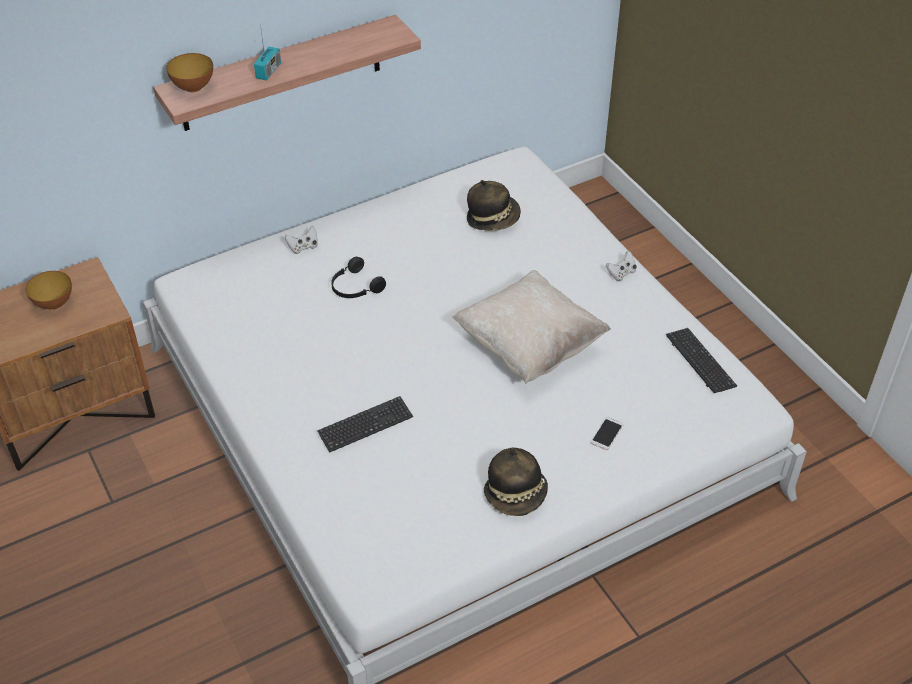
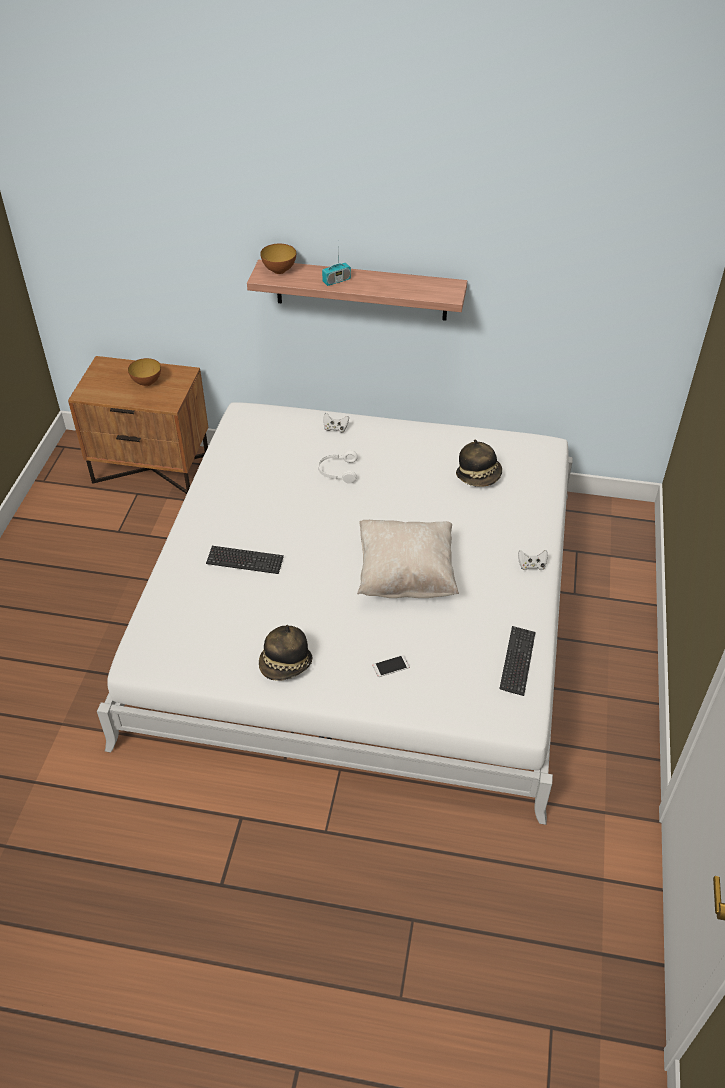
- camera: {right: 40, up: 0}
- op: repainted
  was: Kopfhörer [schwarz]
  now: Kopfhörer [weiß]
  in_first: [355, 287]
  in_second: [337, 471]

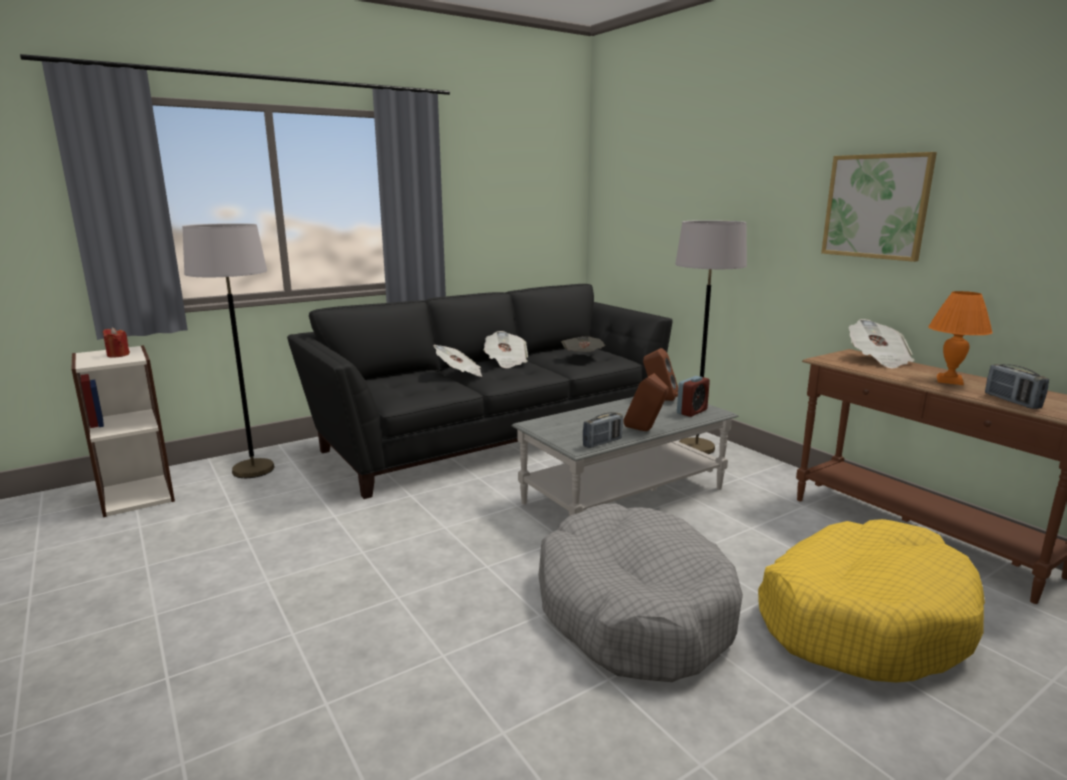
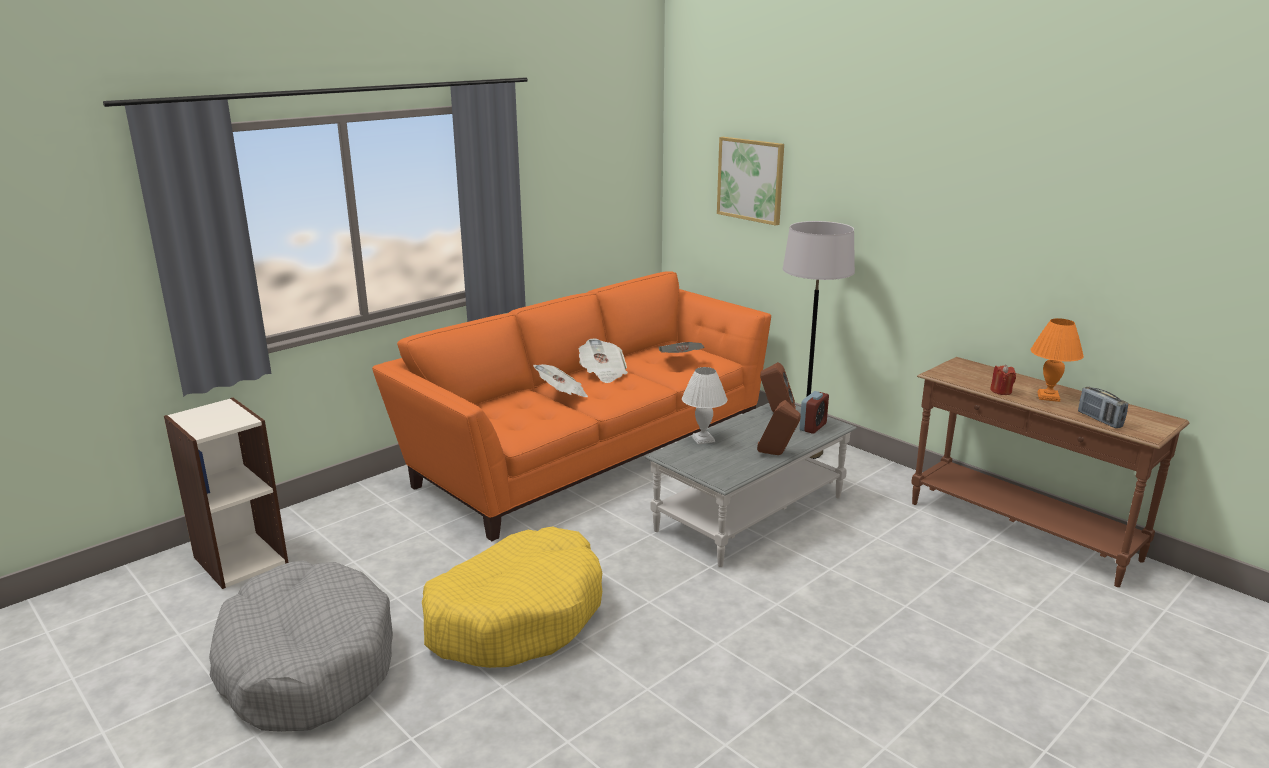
- camera: {right: -10, up: 5}
- op: shifted
  was: Hundebett [grau]
  in_first: [633, 610]
  in_second: [306, 664]
- op: repainted
  was: Sofa [schwarz]
  now: Sofa [orange]
  in_first: [493, 434]
  in_second: [589, 450]
- op: shifted
  was: Hundebett [gelb]
  in_first: [862, 618]
  in_second: [516, 616]
- op: new
  now: Tischlampe [weiß]
  in_second: [703, 439]
- op: shifted
  was: Bild
  in_first: [876, 206]
  in_second: [751, 180]
- op: shifted
  was: Kerze [rot]
  in_first: [118, 355]
  in_second: [1001, 391]
- op: gone
  was: Stehlampe [grau]
  in_first: [253, 470]
- op: gone
  was: Radio
  in_first: [602, 443]
- op: gone
  was: Zeitung
  in_first: [878, 360]

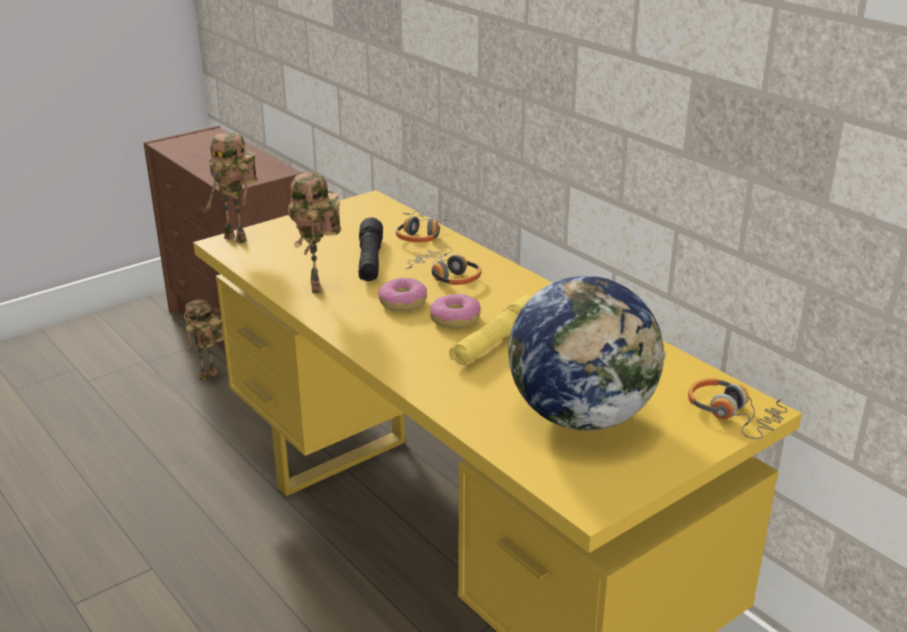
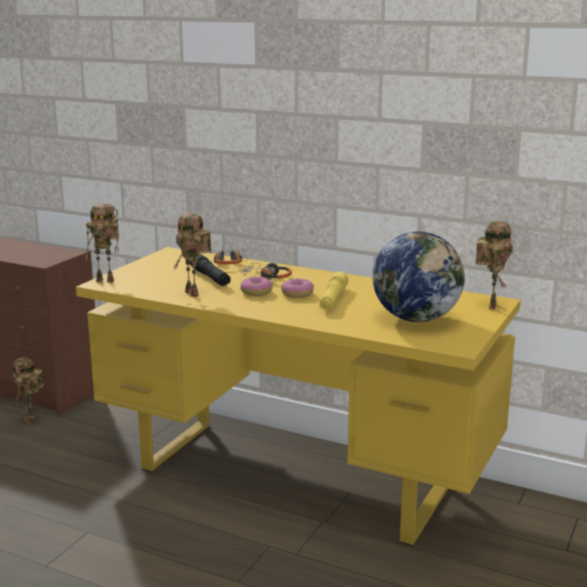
- camera: {right: -25, up: -10}
- op: swapped
  was: Kopfhörer
  now: Spielzeugroboter
  in_first: [733, 415]
  in_second: [490, 305]

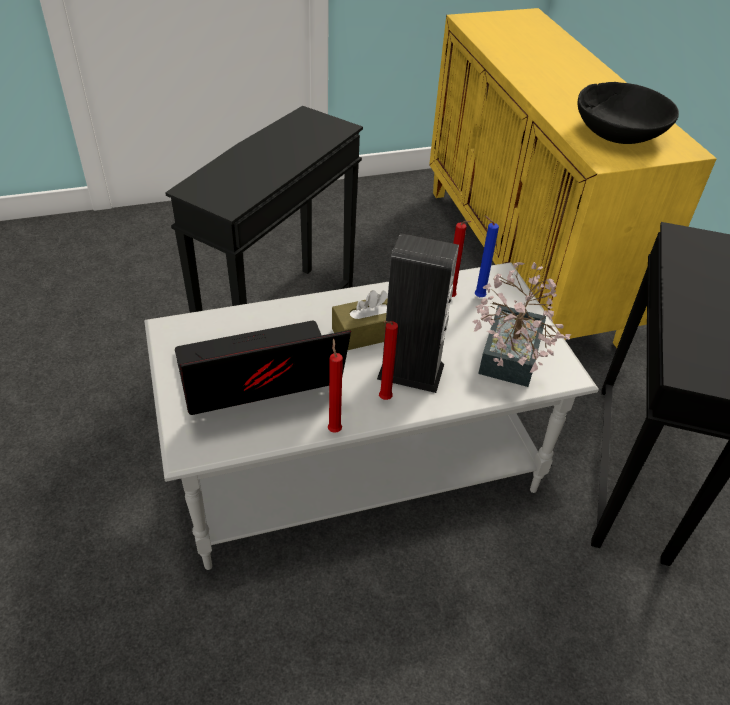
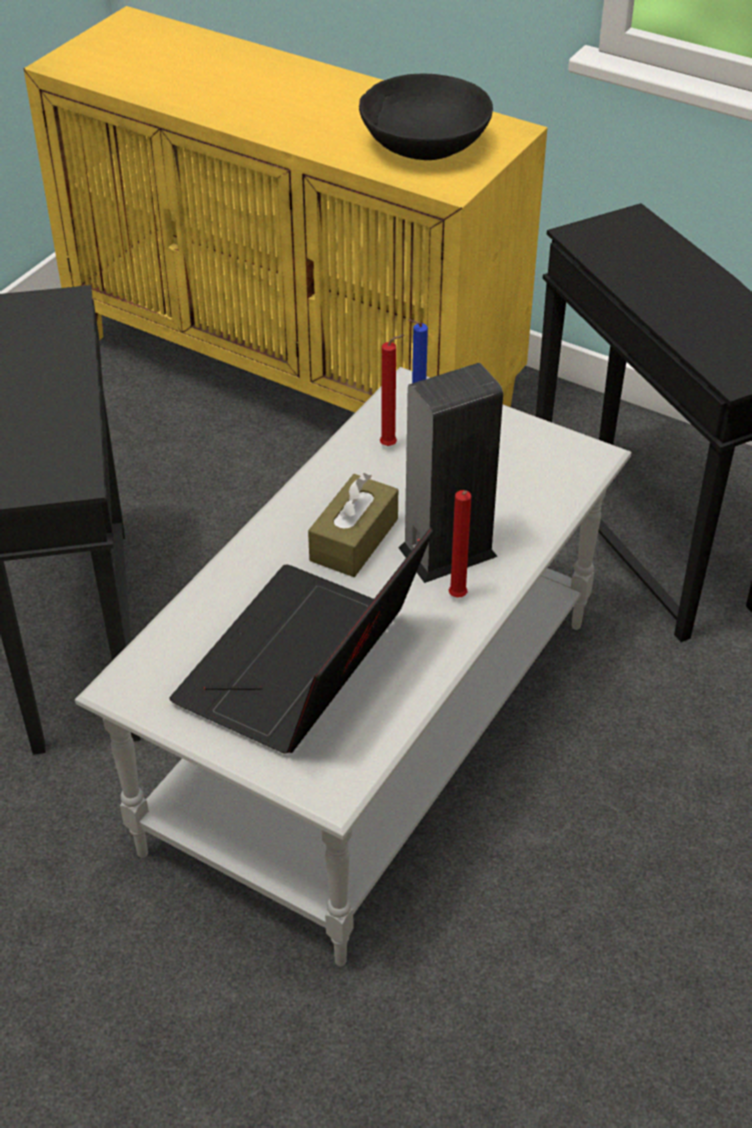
- camera: {right: -40, up: 0}
- op: gone
  was: Kerze [rot]
  in_first: [334, 429]
- op: gone
  was: Topfpflanze
  in_first: [507, 361]

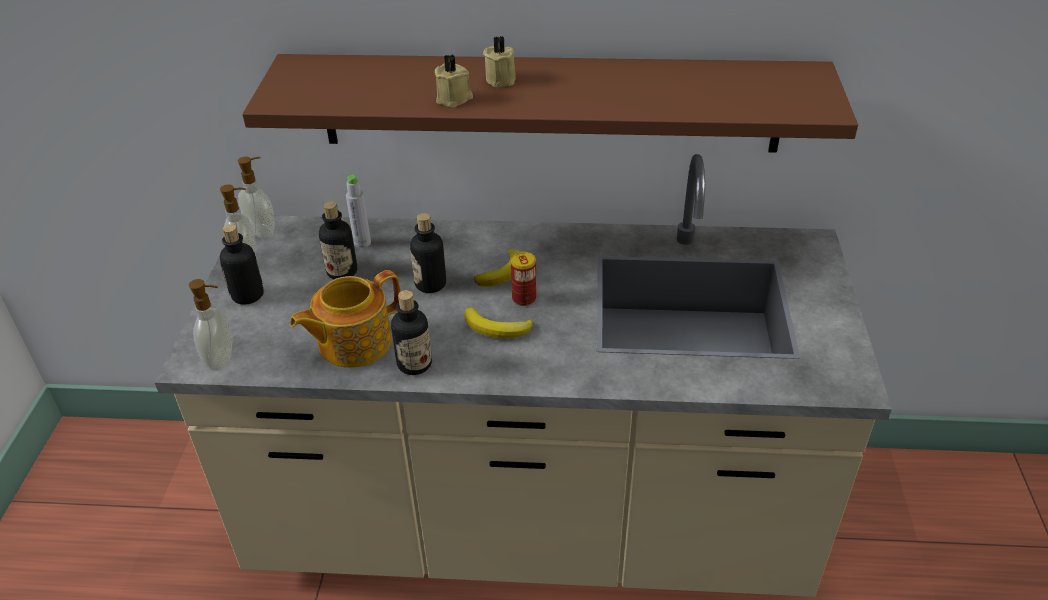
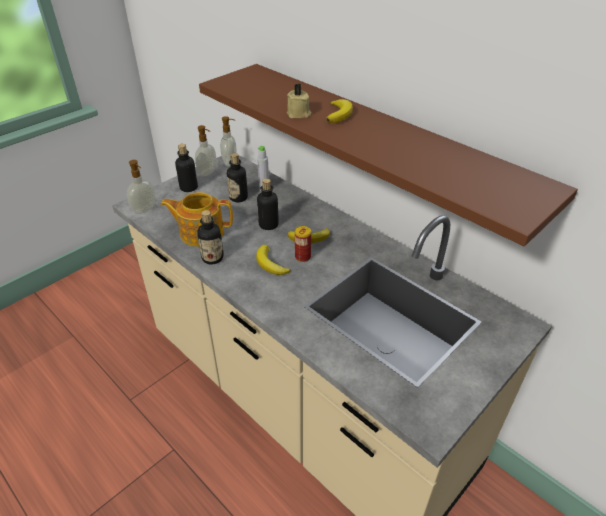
- camera: {right: 40, up: 0}
- op: swapped
  was: Kerze [beige]
  now: Banane
  in_first: [502, 79]
  in_second: [339, 114]

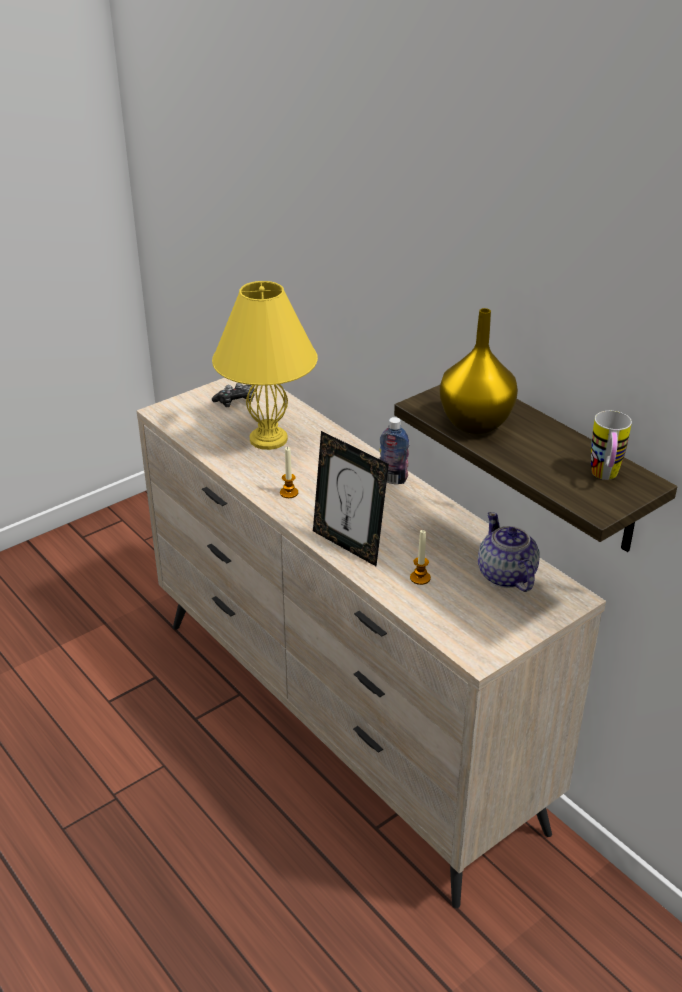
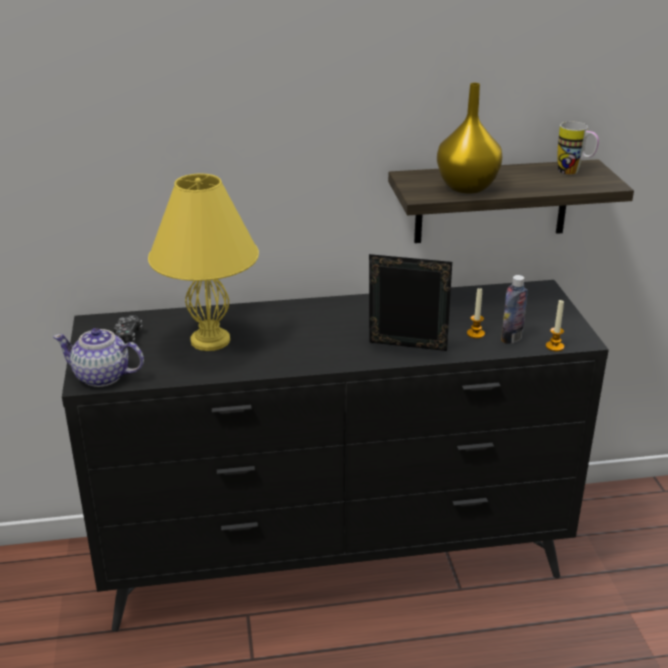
- camera: {right: -60, up: -5}
- op: shifted
  was: Teekanne
  in_first: [506, 576]
  in_second: [102, 377]
- op: repainted
  was: Kommode [beige]
  now: Kommode [schwarz]
  in_first: [342, 722]
  in_second: [336, 562]
- op: rotated
  was: Bilderrahmen
  in_first: [348, 545]
  in_second: [407, 350]
  clockwise: -150
- op: shifted
  was: Flasche
  in_first: [393, 479]
  in_second: [511, 338]
- op: shifted
  was: Kerze
  in_first: [289, 493]
  in_second: [554, 346]

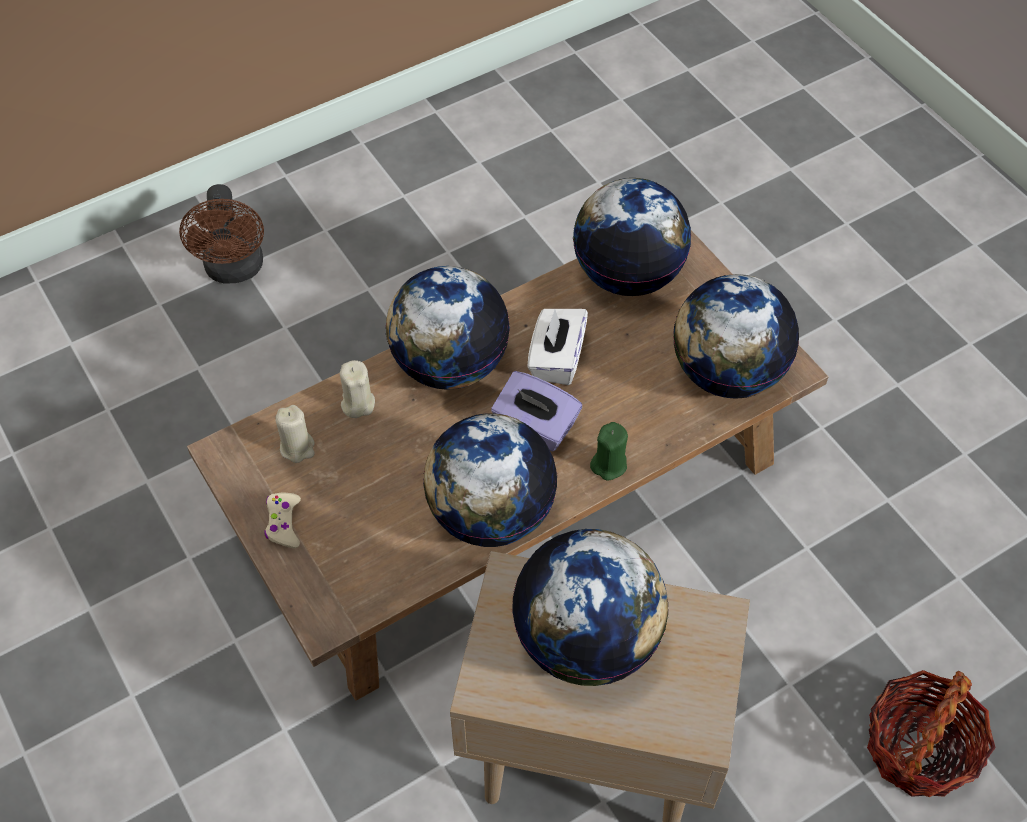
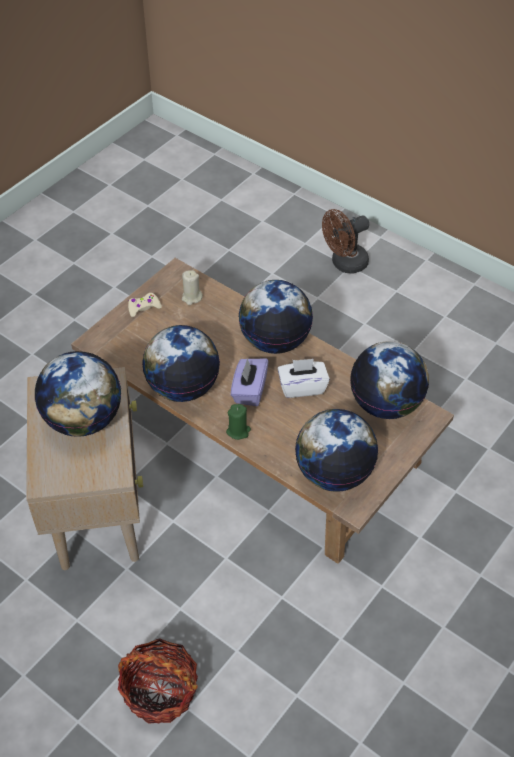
- camera: {right: 70, up: -5}
- op: gone
  was: Kerze [beige]
  in_first: [357, 403]

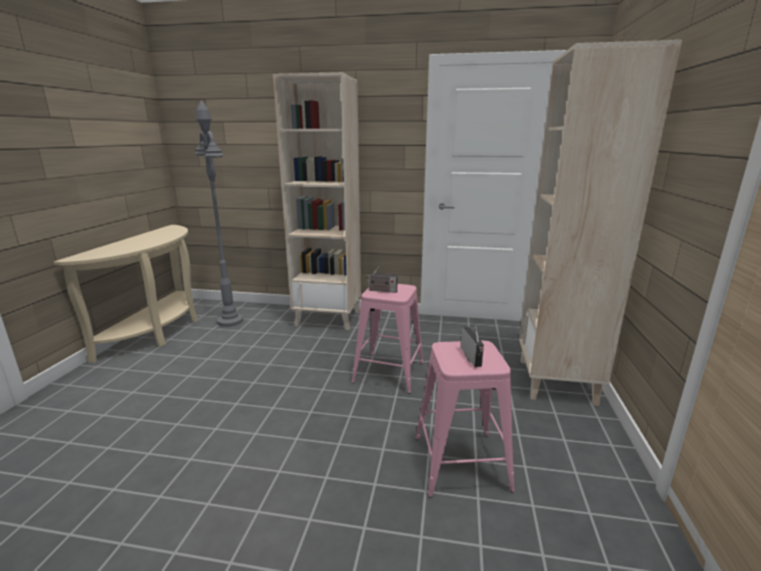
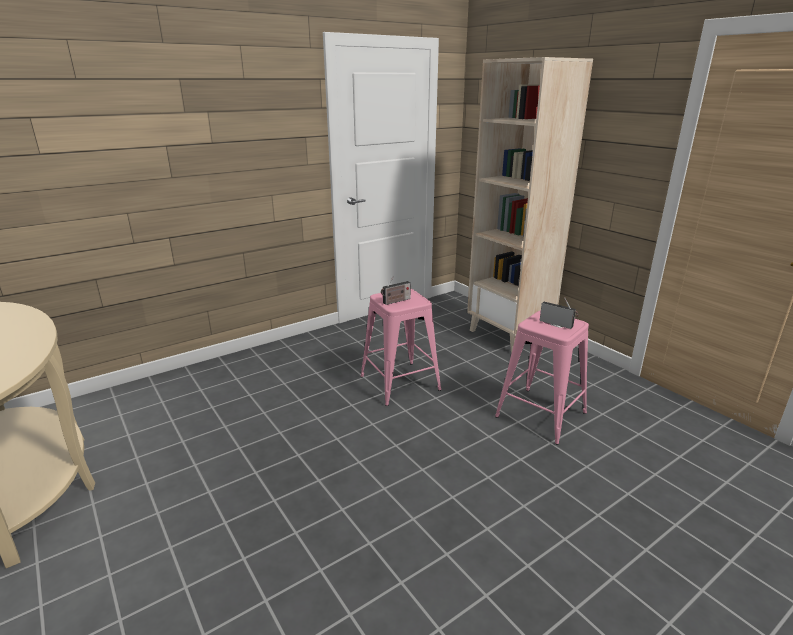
- camera: {right: -45, up: 5}
- op: gone
  was: Stehlampe [grau]
  in_first: [230, 321]
- op: gone
  was: Bücherregal [beige]
  in_first: [329, 318]

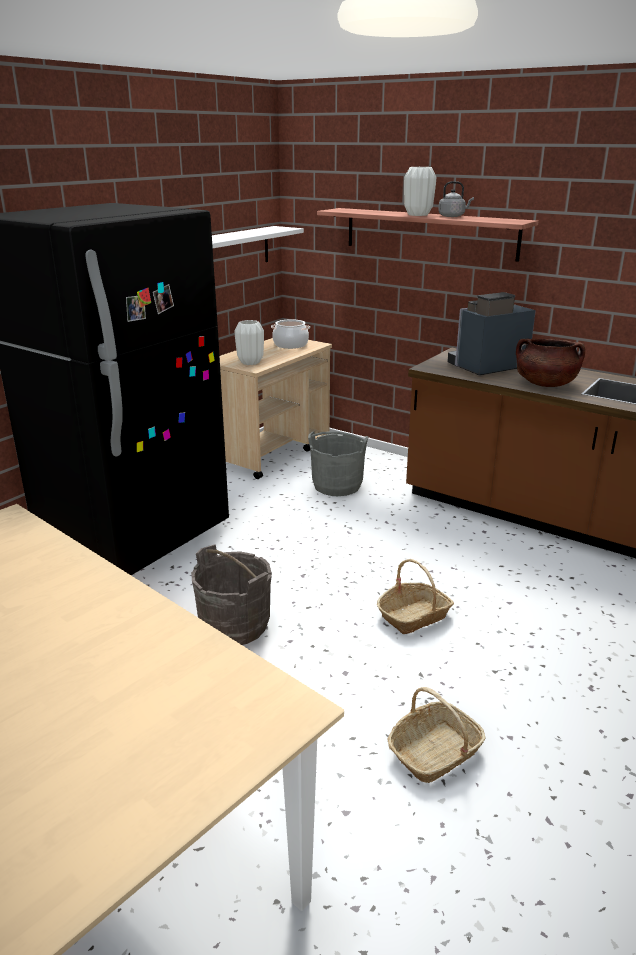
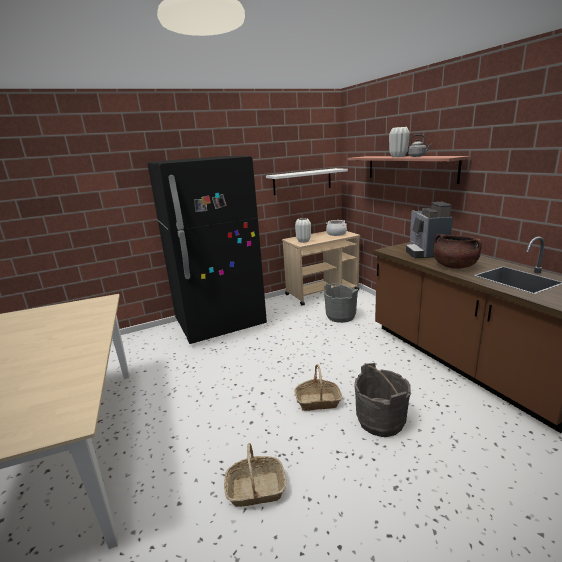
- camera: {right: 30, up: -5}
- op: shifted
  was: Eimer [grau]
  in_first: [234, 626]
  in_second: [380, 421]
- op: rotated
  was: Kaffeemaschine
  in_first: [486, 367]
  in_second: [425, 252]
  clockwise: -90

